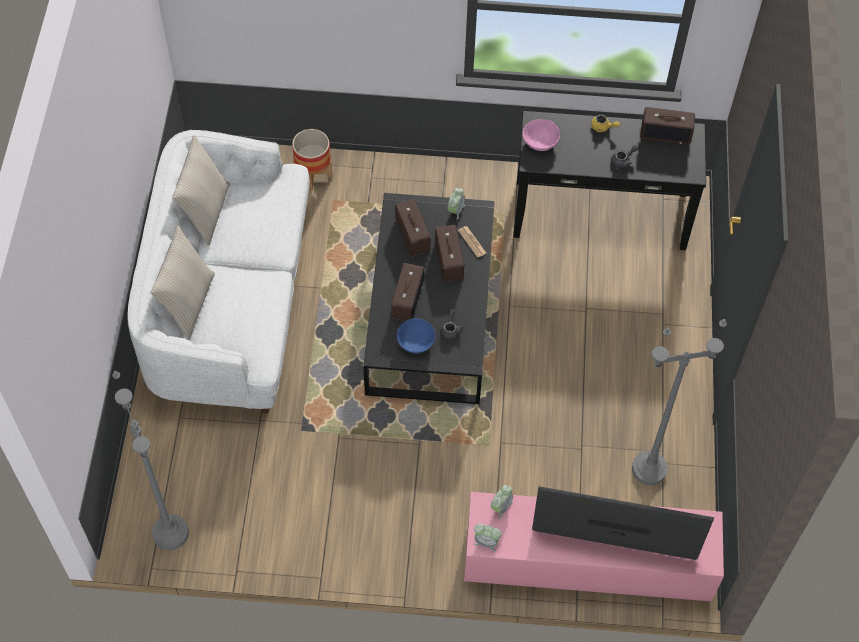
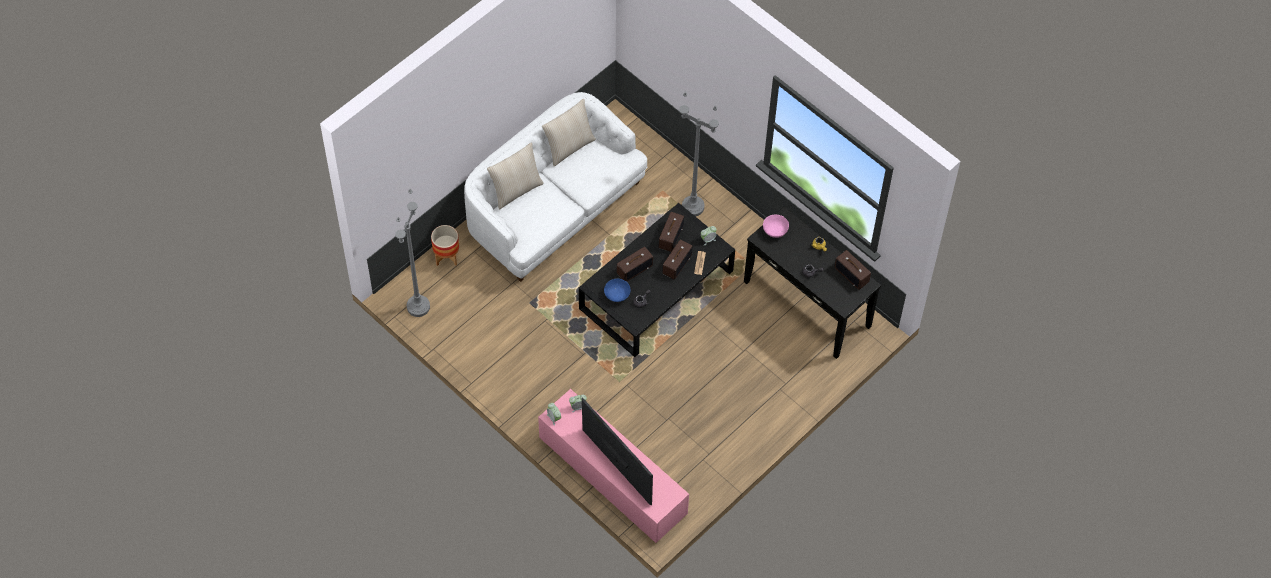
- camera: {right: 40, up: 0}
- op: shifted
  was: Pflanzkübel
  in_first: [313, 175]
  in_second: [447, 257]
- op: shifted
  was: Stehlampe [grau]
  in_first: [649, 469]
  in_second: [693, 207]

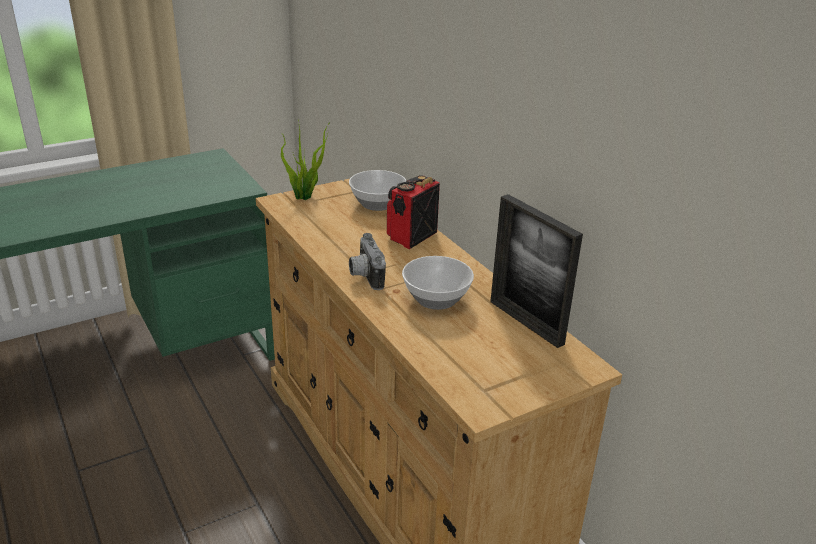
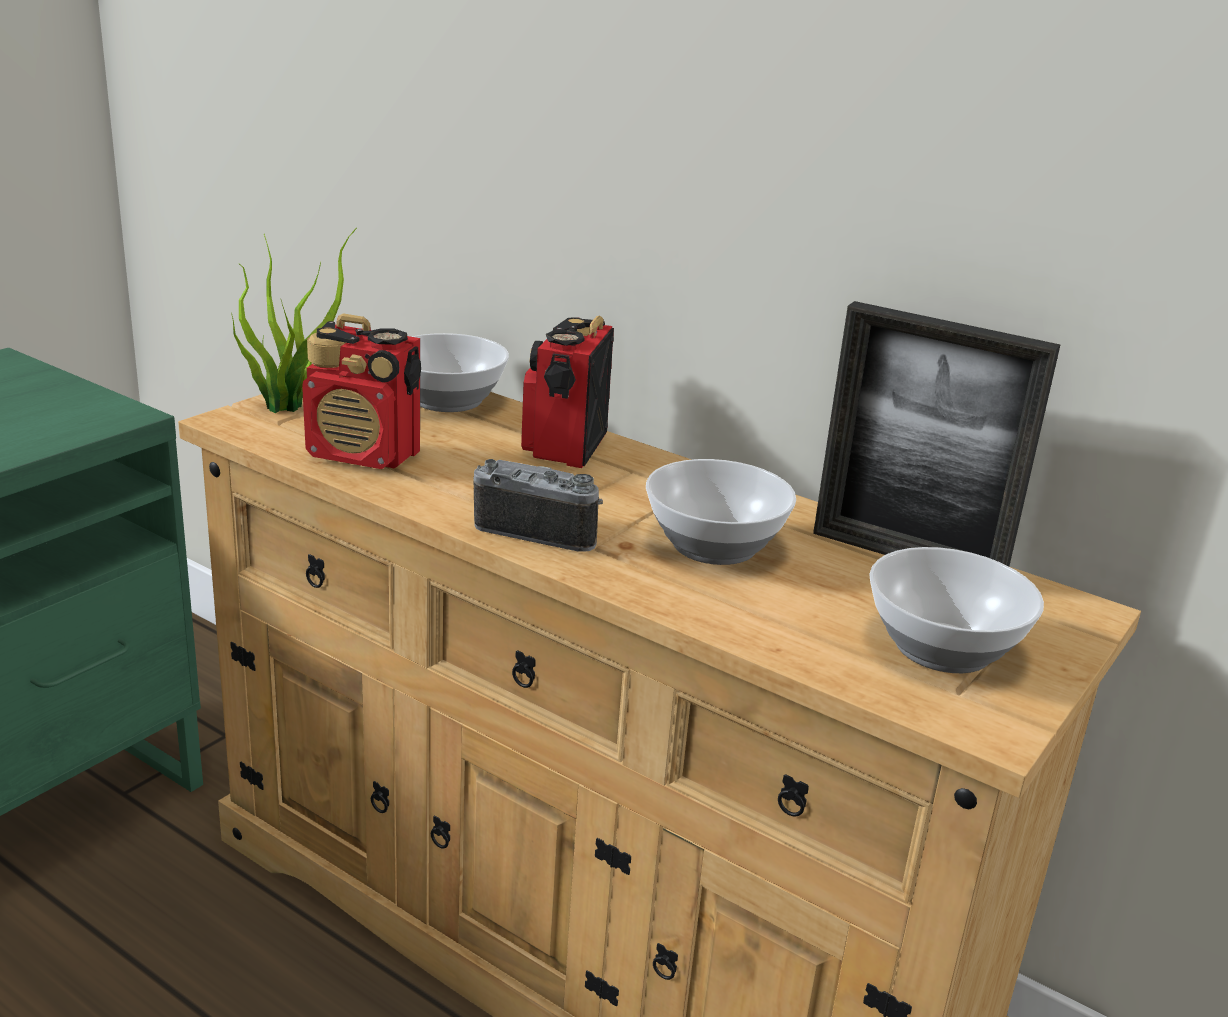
- camera: {right: -25, up: -5}
- op: new
  now: Radio
  in_second: [365, 455]
- op: rotated
  was: Kamera
  in_first: [364, 276]
  in_second: [540, 529]
  clockwise: 150
- op: new
  now: Schüssel
  in_second: [942, 646]

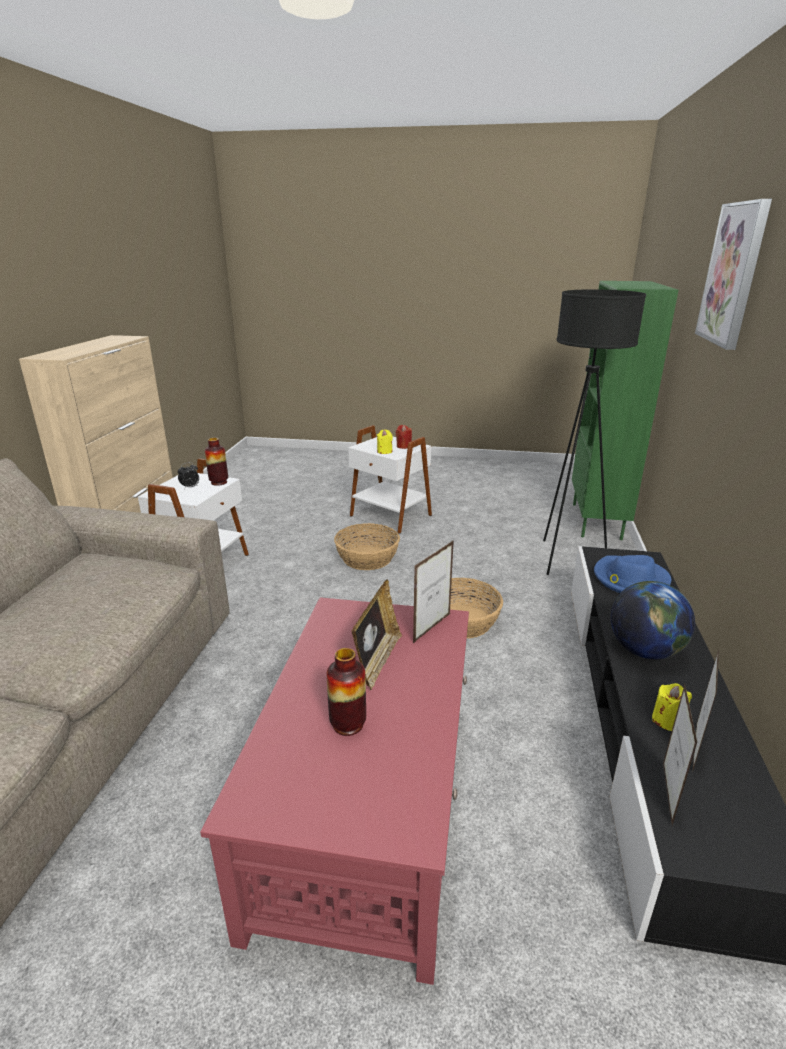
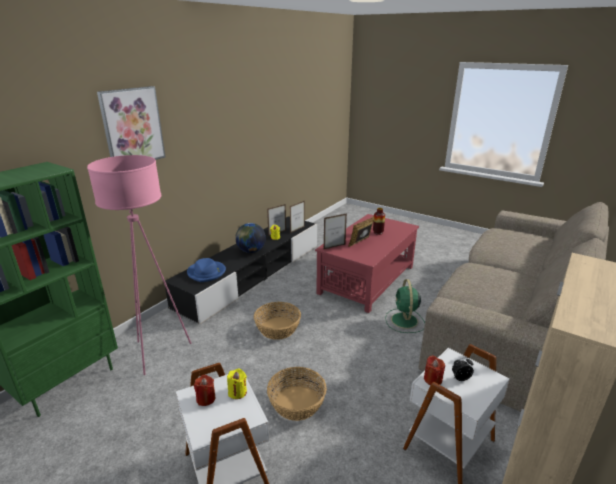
- camera: {right: -155, up: 0}
- op: repainted
  was: Stehlampe [schwarz]
  now: Stehlampe [rosa]
  in_first: [565, 558]
  in_second: [159, 352]
- op: new
  now: Ventilator [grün]
  in_second: [404, 321]
- op: swapped
  was: Vase
  now: Kerze [rot]
  in_first: [219, 482]
  in_second: [432, 379]

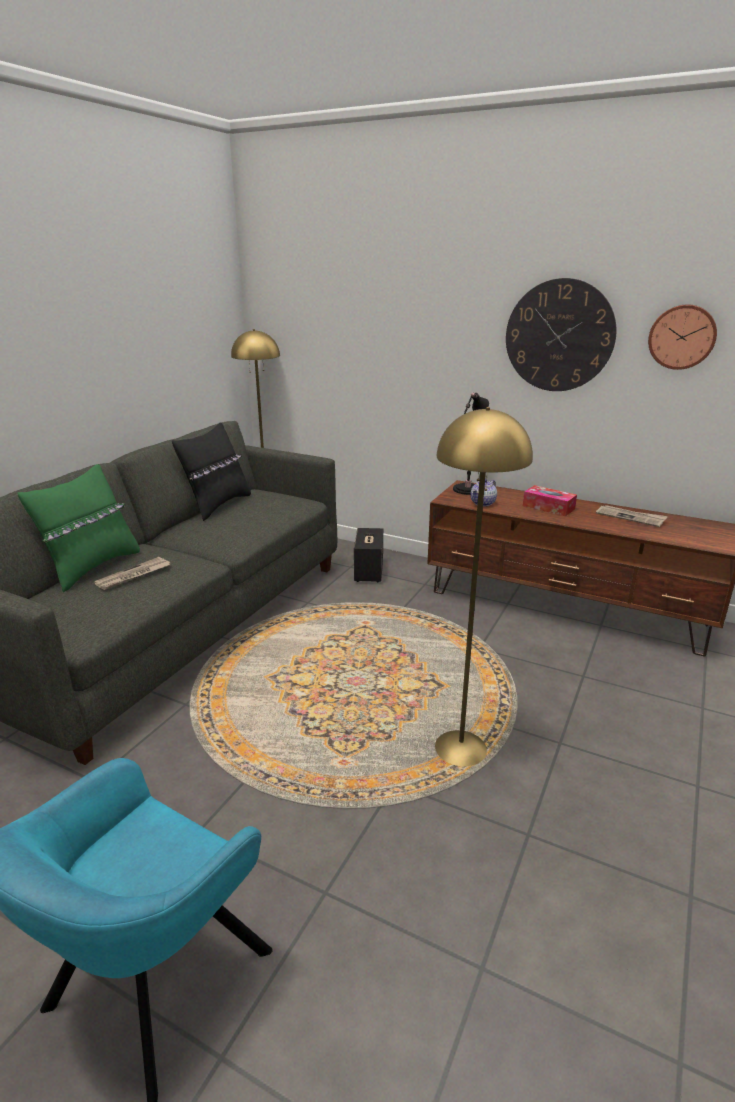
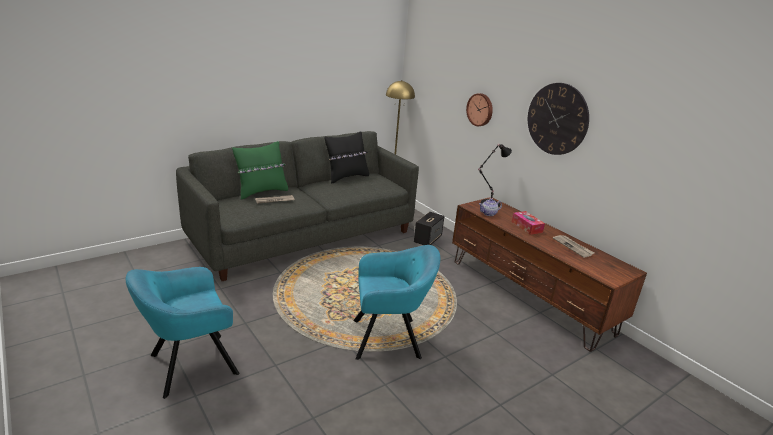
- camera: {right: 25, up: 0}
- op: swapped
  was: Stehlampe [gelb]
  now: Sessel [türkis]
  in_first: [461, 749]
  in_second: [389, 338]
- op: shifted
  was: Wanduhr
  in_first: [682, 337]
  in_second: [480, 109]

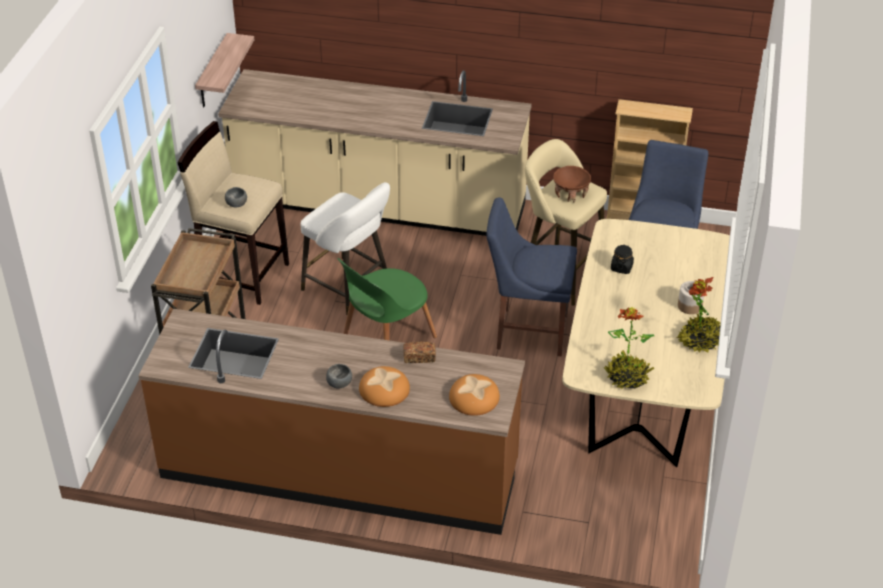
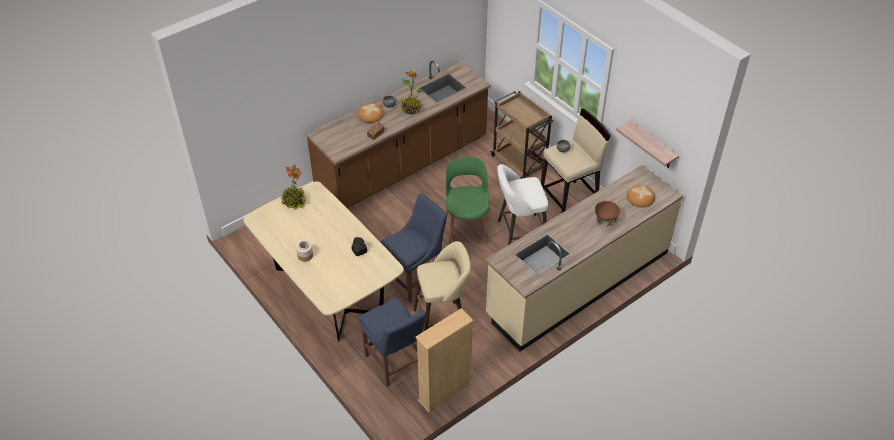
- camera: {right: 130, up: 5}
- op: shifted
  was: Topfpflanze
  in_first: [699, 340]
  in_second: [411, 109]
- op: shifted
  was: Schüssel [braun]
  in_first: [570, 194]
  in_second: [605, 220]
- op: shifted
  was: Brot
  in_first: [474, 397]
  in_second: [640, 198]

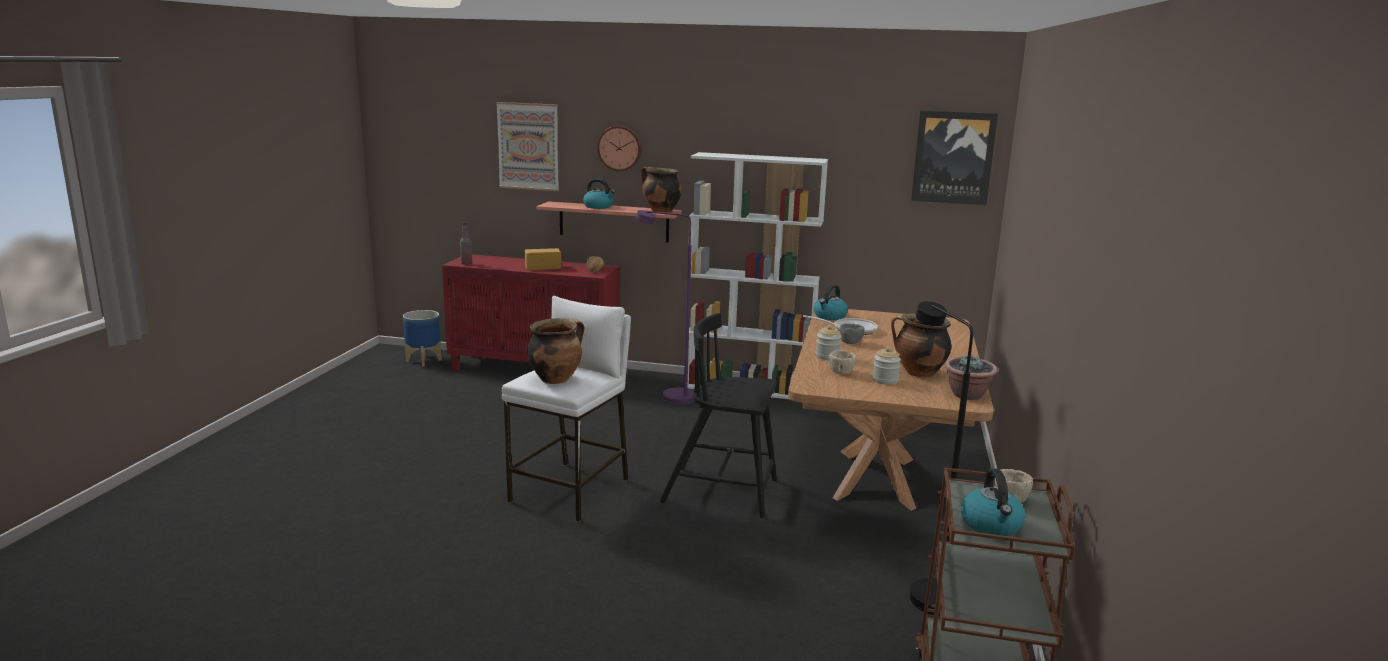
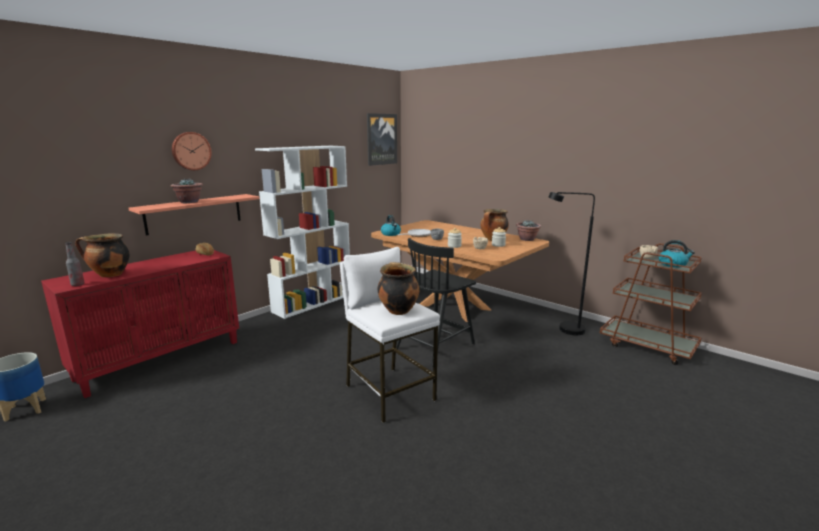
- camera: {right: -60, up: 0}
- op: shifted
  was: Kochtopf
  in_first: [660, 211]
  in_second: [109, 275]
- op: swapped
  was: Wasserkessel
  now: Topfpflanze
  in_first: [598, 207]
  in_second: [189, 202]
- op: gone
  was: Bild
  in_first: [528, 146]
- op: gone
  was: Brot
  in_first: [542, 267]
- op: gone
  was: Stehlampe [lila]
  in_first: [669, 397]

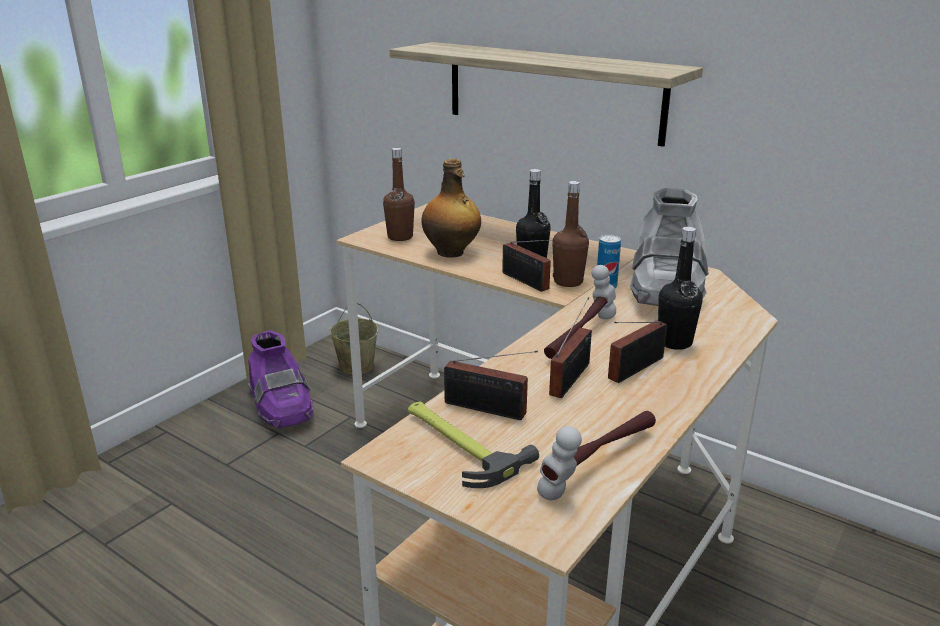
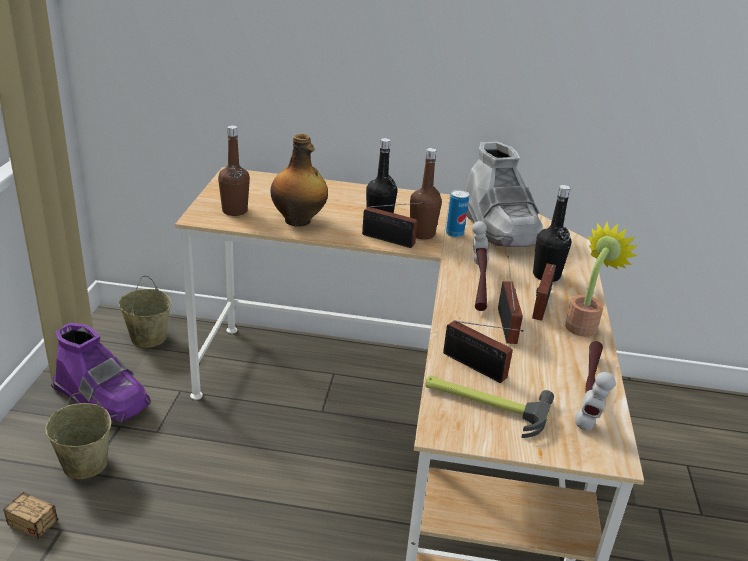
- camera: {right: -30, up: 5}
- op: new
  now: Aufbewahrungsbox
  in_second: [54, 533]
- op: new
  now: Eimer [beige]
  in_second: [84, 463]
- op: rotated
  was: Radio
  in_first: [489, 410]
  in_second: [477, 368]
  clockwise: 45
- op: new
  now: Topfpflanze
  in_second: [584, 324]
- op: gone
  was: Wandregal
  in_first: [552, 91]

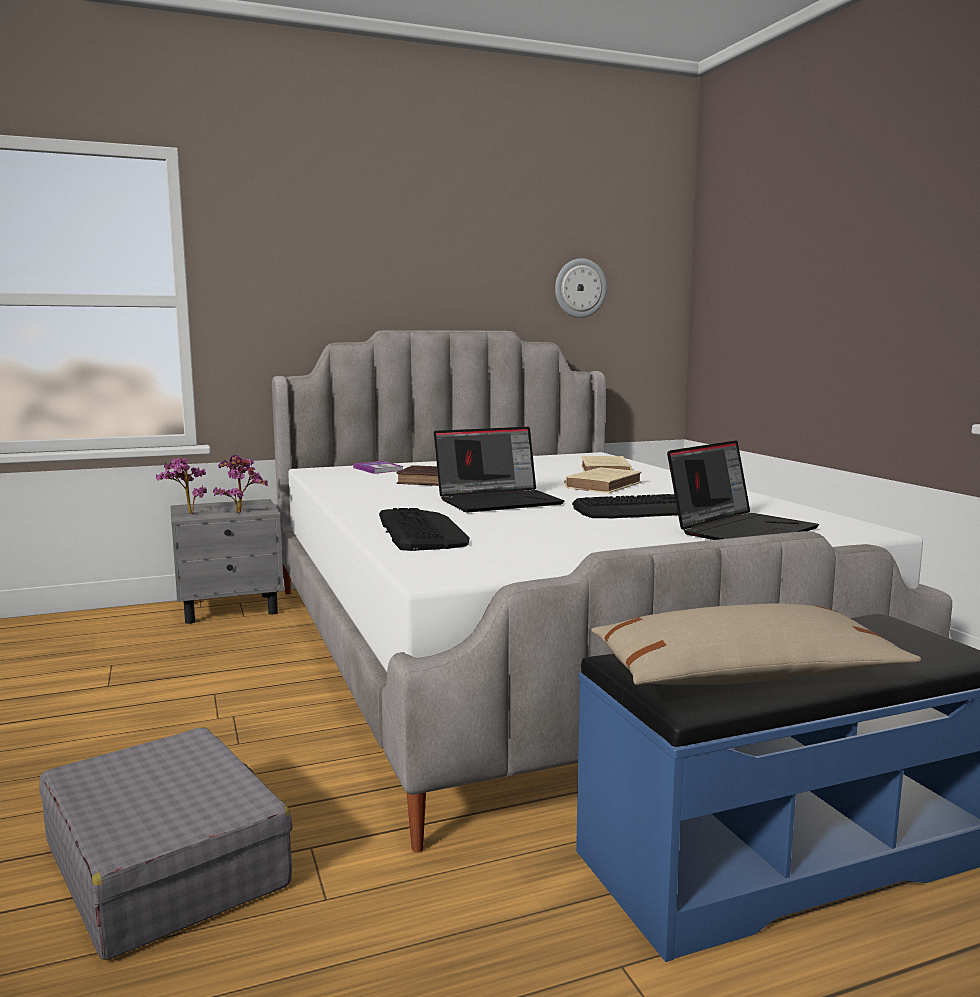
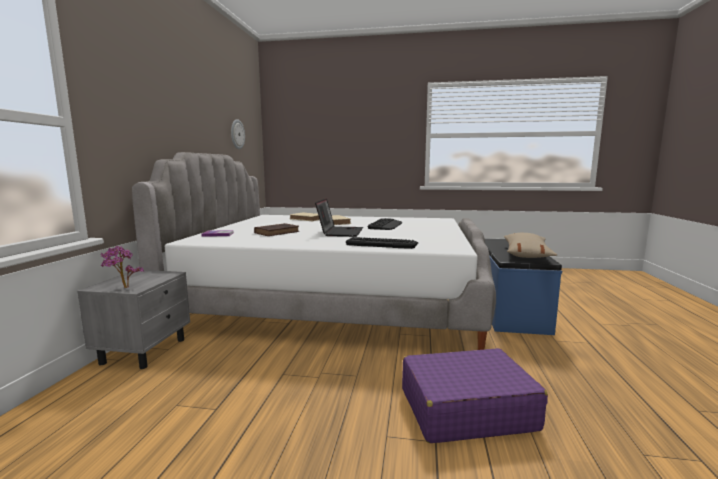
- camera: {right: -60, up: 0}
- op: repainted
  was: Koffer [grau]
  now: Koffer [lila]
  in_first: [166, 863]
  in_second: [466, 409]
- op: gone
  was: Topfpflanze
  in_first: [241, 512]
- op: gone
  was: Laptop
  in_first: [741, 529]

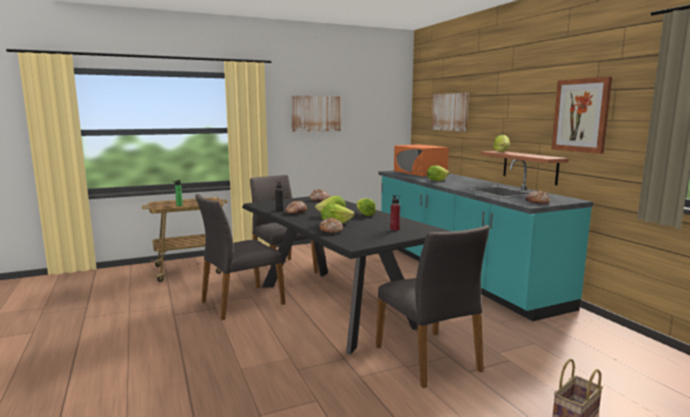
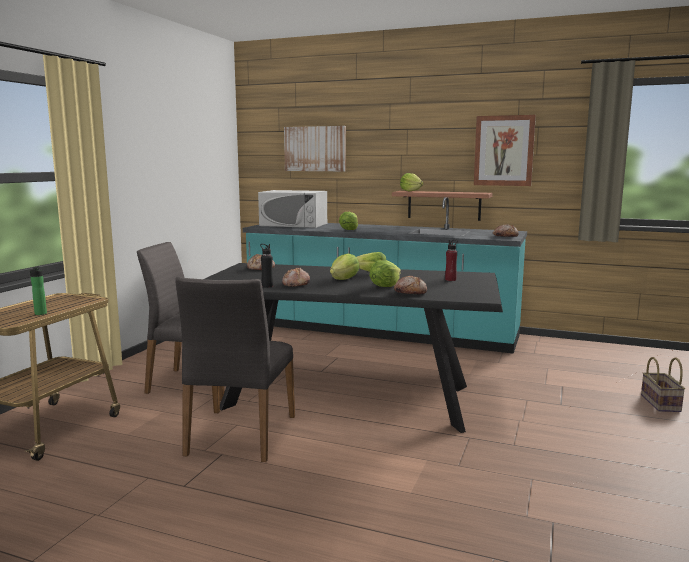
- camera: {right: -45, up: 0}
- op: repainted
  was: Mikrowelle [orange]
  now: Mikrowelle [weiß]
  in_first: [420, 172]
  in_second: [294, 224]
- op: gone
  was: Bild
  in_first: [316, 113]
- op: gone
  was: Stuhl [grau]
  in_first: [429, 358]

